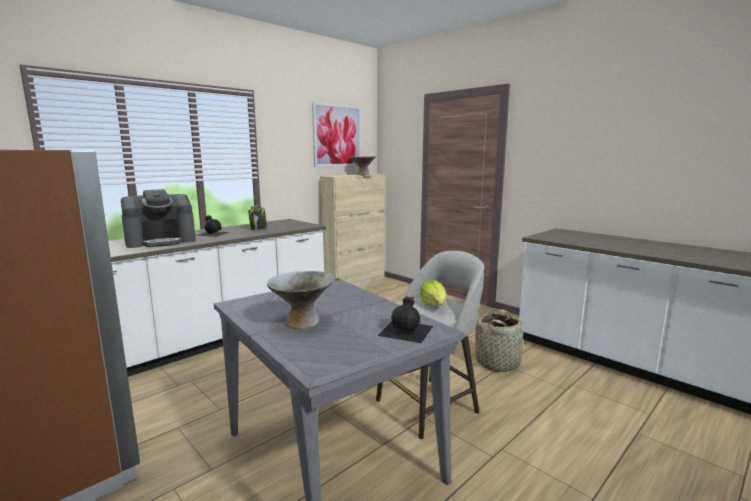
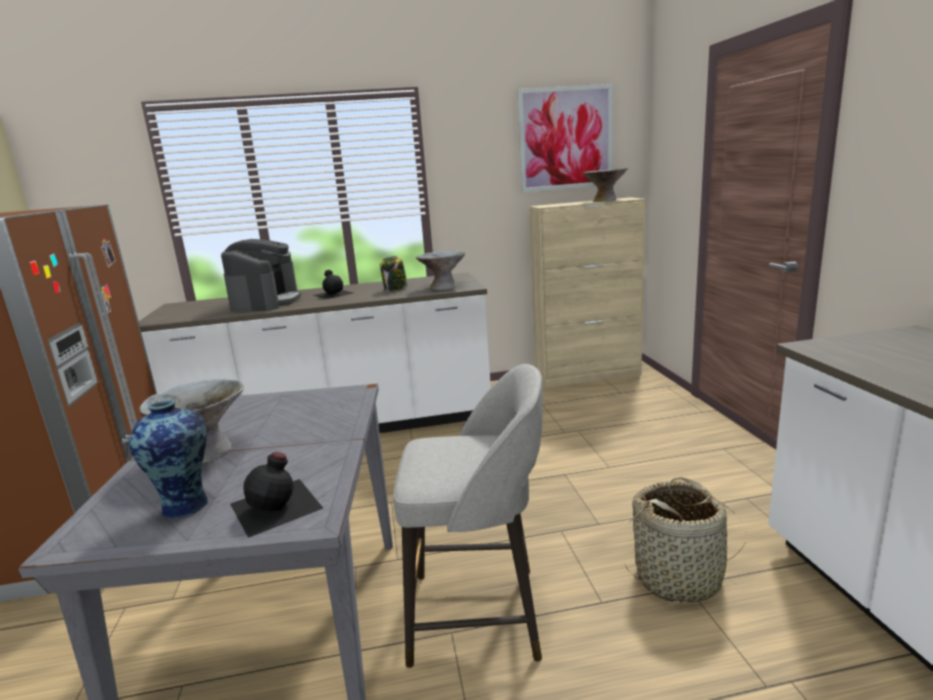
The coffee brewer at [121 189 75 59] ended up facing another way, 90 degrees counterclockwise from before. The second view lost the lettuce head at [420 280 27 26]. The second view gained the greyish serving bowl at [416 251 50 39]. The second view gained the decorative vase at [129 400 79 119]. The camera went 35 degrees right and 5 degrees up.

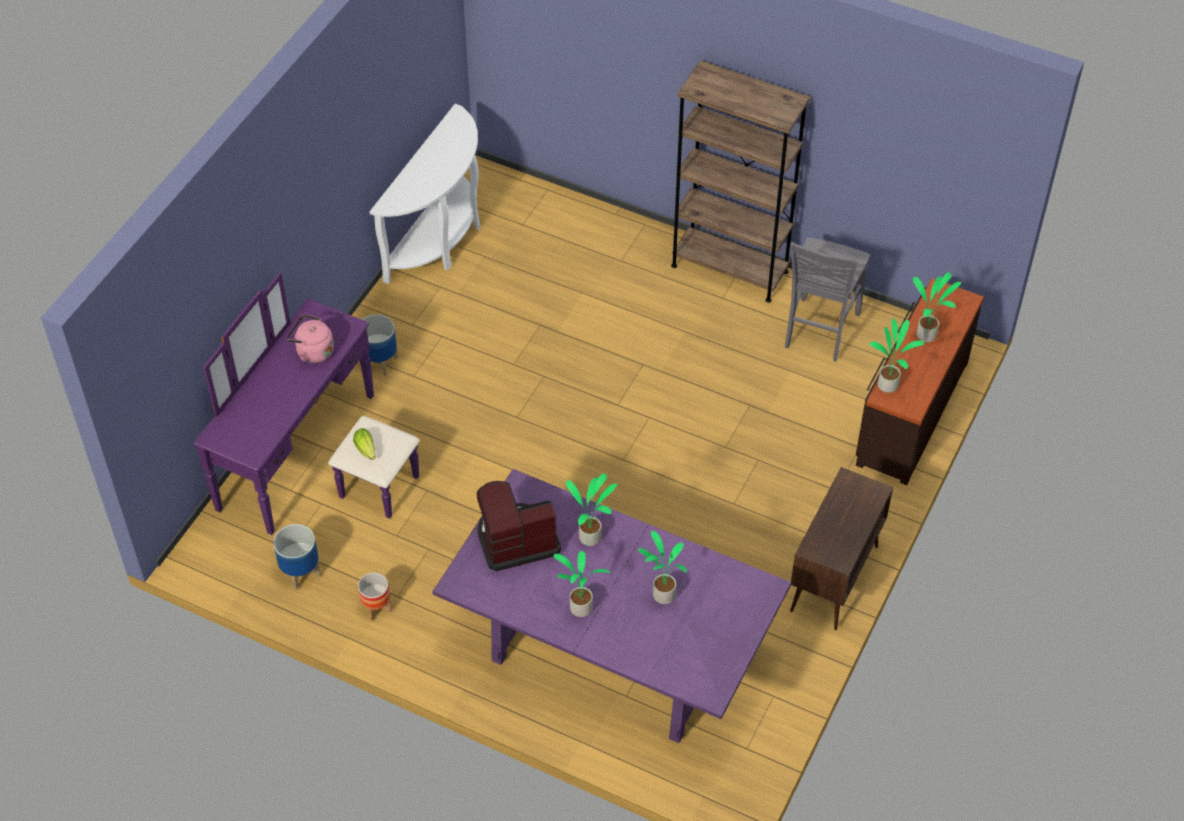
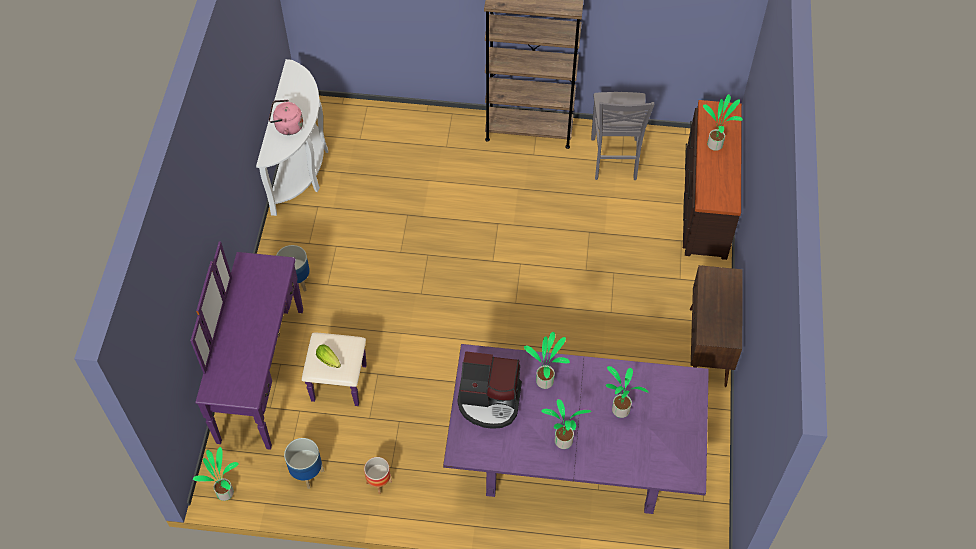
The pink-coloured tea kettle ended up elsewhere, having gone from [286 315 48 48] to [269 100 34 35]. The houseplant ended up elsewhere, having gone from [870 318 55 75] to [193 447 46 54]. The coffee brewer at [477 481 84 91] ended up facing another way, 135 degrees counterclockwise from before. The camera went 20 degrees left and 5 degrees up.

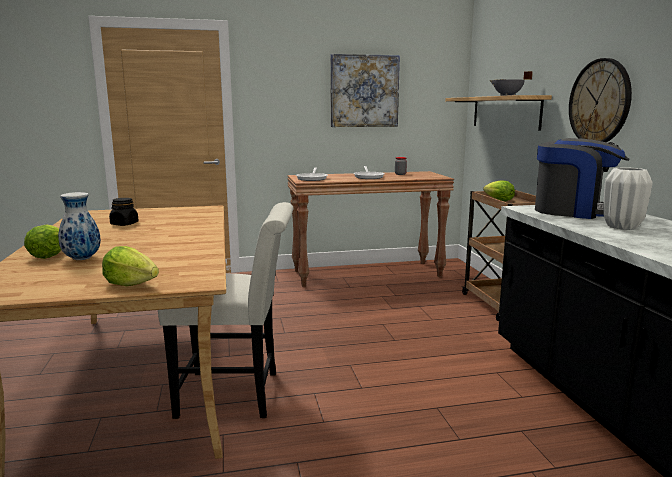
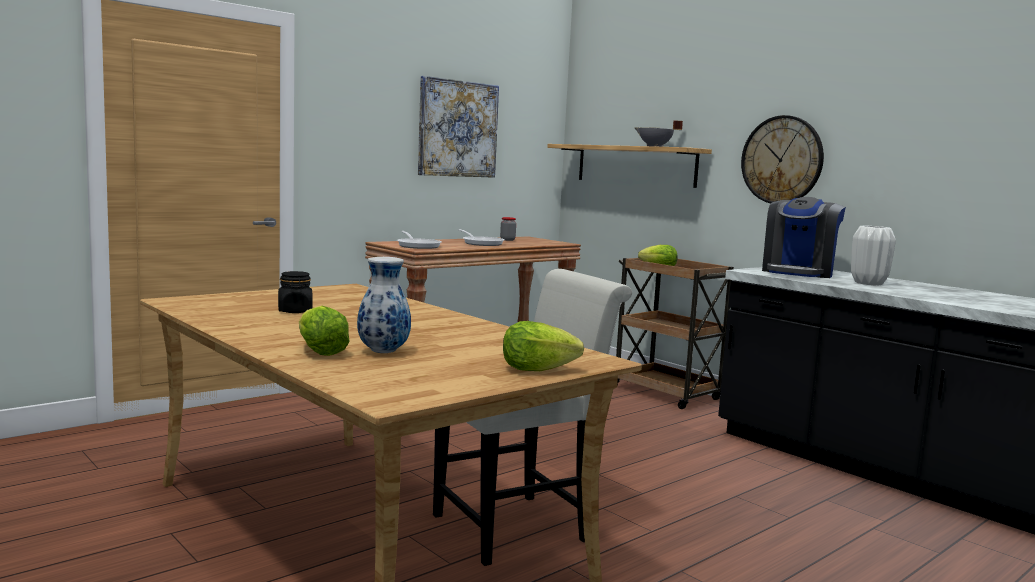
The coffee brewer at [535 138 95 81] ended up facing another way, 120 degrees clockwise from before. The camera went 30 degrees left and 5 degrees down.

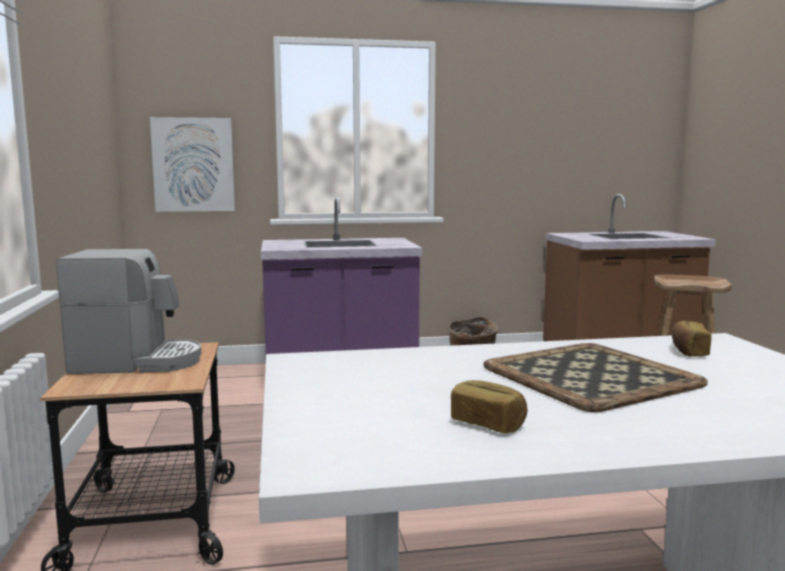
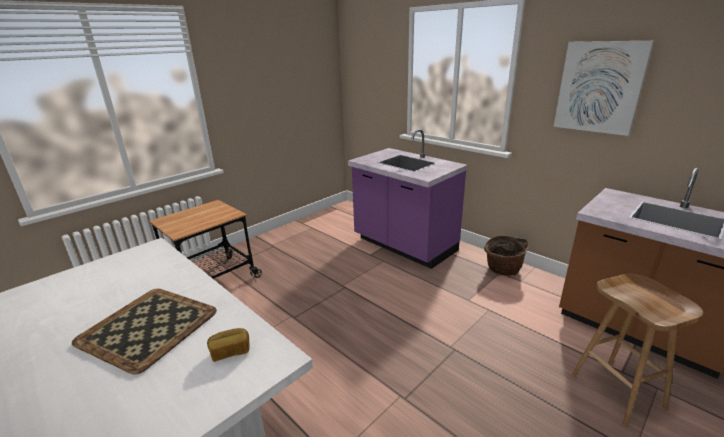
The picture ended up elsewhere, having gone from [150 117 85 95] to [553 41 101 95]. The second view lost the coffee brewer at [56 249 146 125]. The second view lost the baked bread at [451 380 76 53]. The camera went 55 degrees right and 15 degrees up.

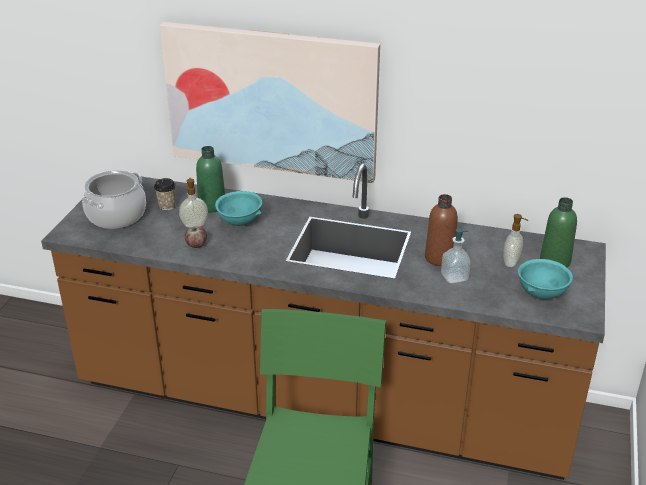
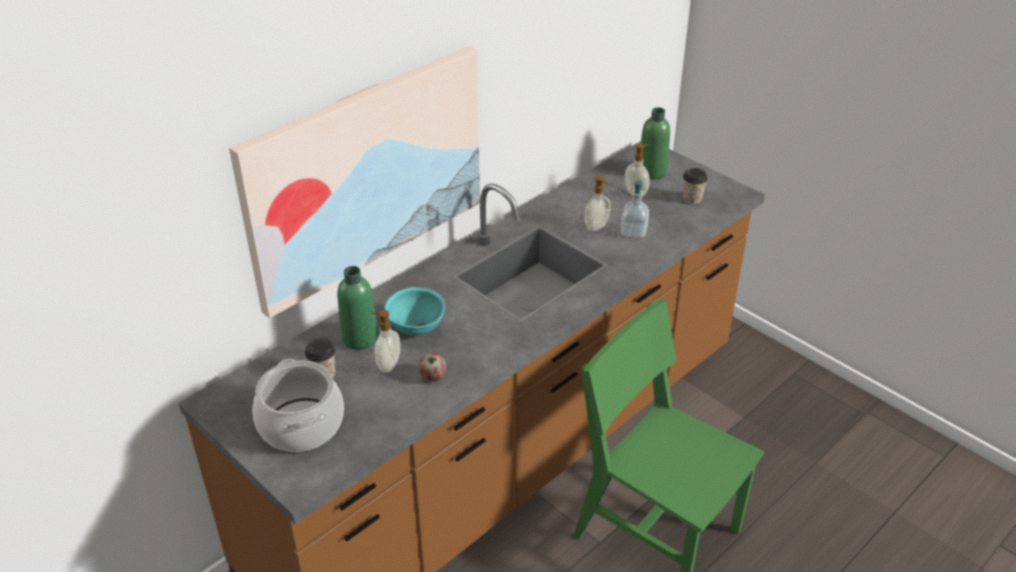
Where the brown-coloured beverage bottle stood at [425 194 33 72], the liquid soap bottle came to stand at [584 176 27 55]. Where the turquoise-coloured serving bowl stood at [518 259 55 40], the small cup came to stand at [683 168 25 36]. The camera went 60 degrees left and 5 degrees up.

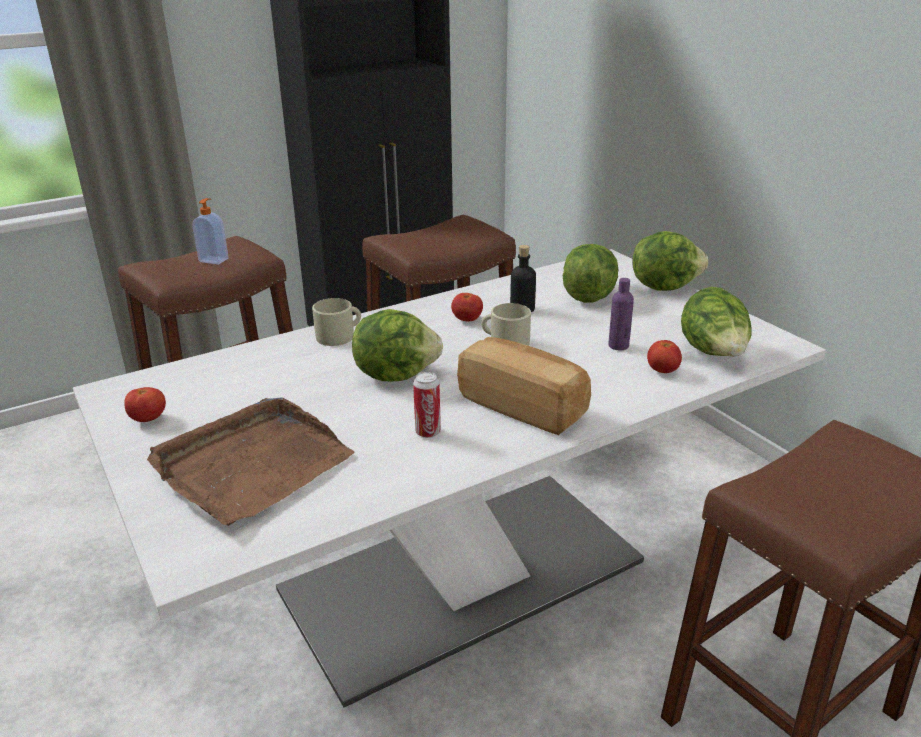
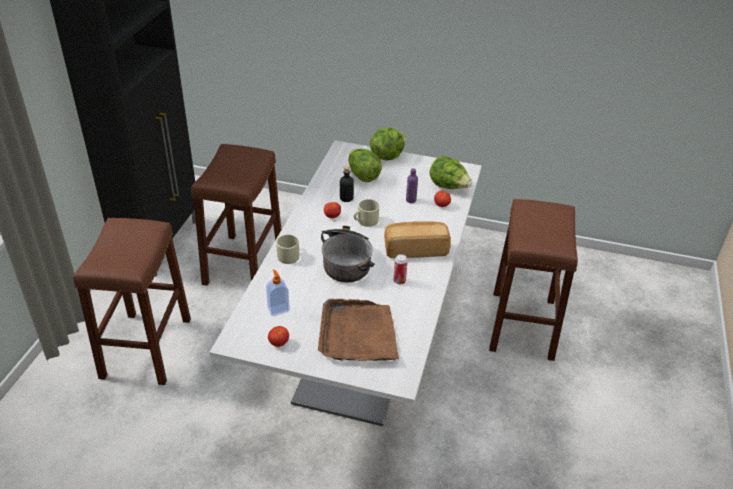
The liquid soap bottle ended up elsewhere, having gone from [192 198 37 67] to [266 270 24 46]. Where the lettuce head stood at [352 309 91 72], the saucepot came to stand at [321 226 54 56]. The camera went 45 degrees left and 10 degrees up.

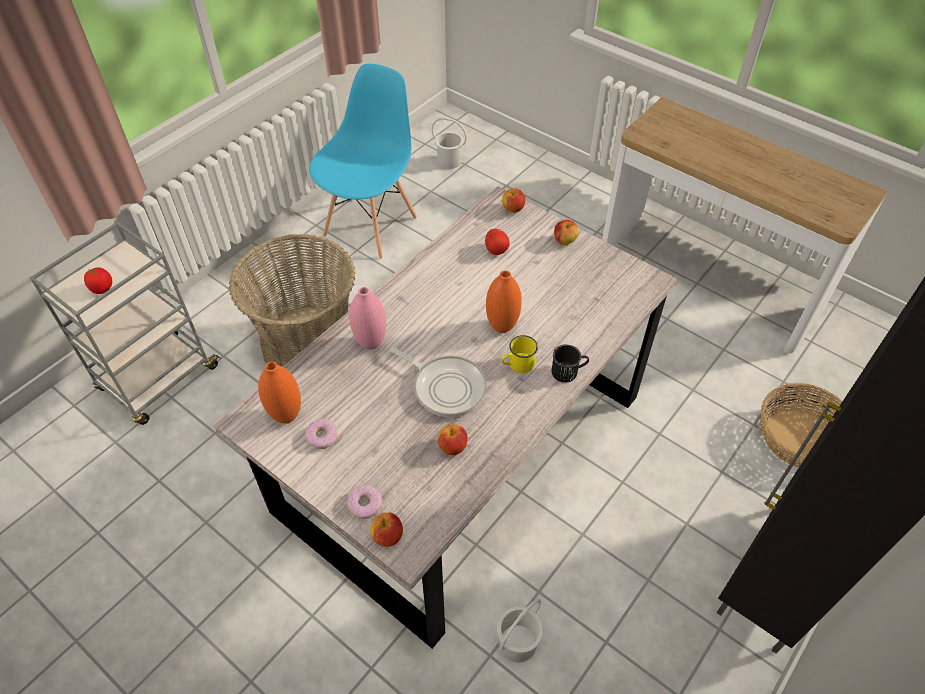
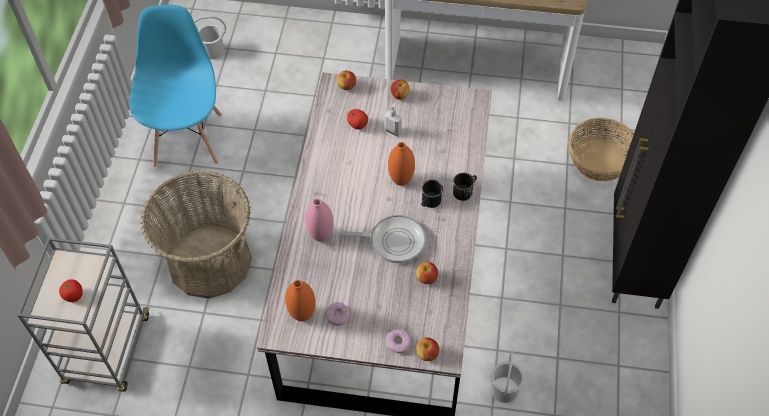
What was the yellowish coffee mug at [502 335 36 38] turned into the blackish coffee mug at [422 180 21 28]. The second view gained the liquid soap bottle at [384 102 18 34]. The camera went 30 degrees left and 5 degrees up.

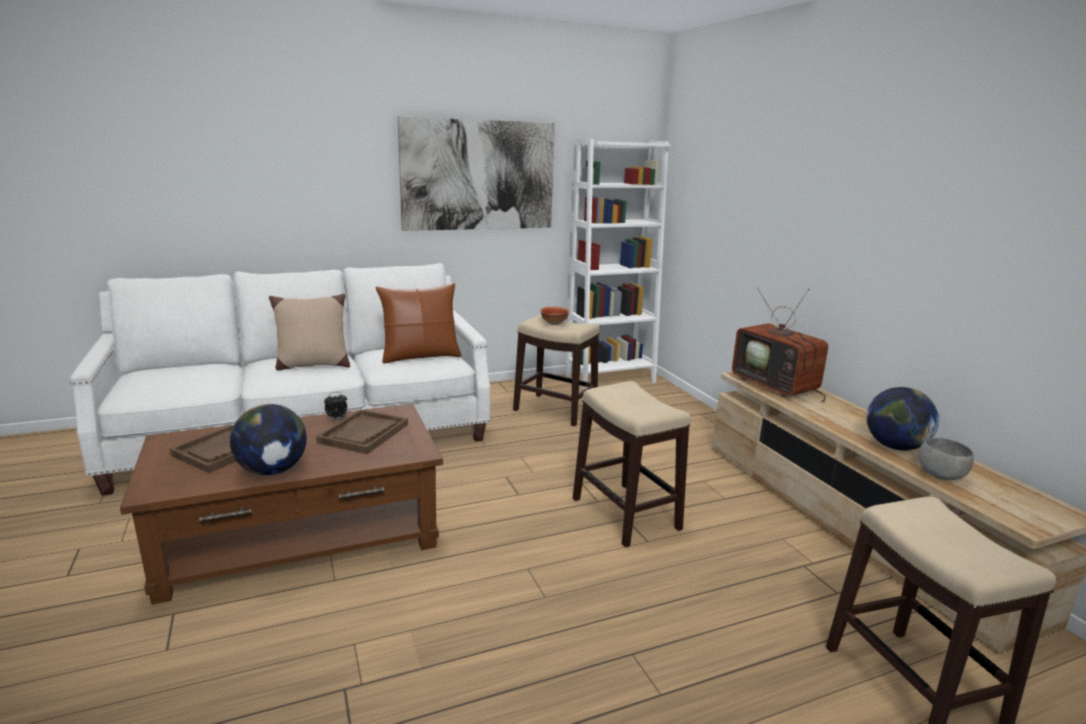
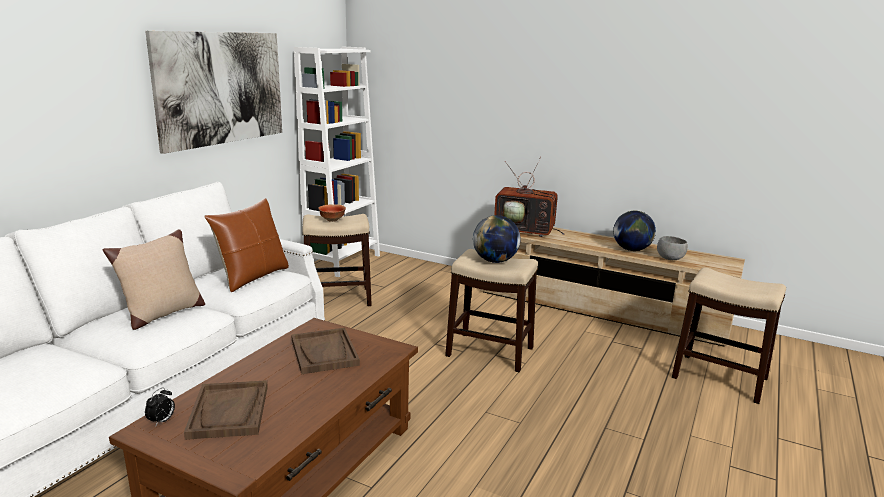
The bedside clock ended up elsewhere, having gone from [324 392 23 28] to [145 387 30 39]. The globe ended up elsewhere, having gone from [230 404 77 71] to [473 215 47 48]. The camera went 40 degrees left and 0 degrees up.

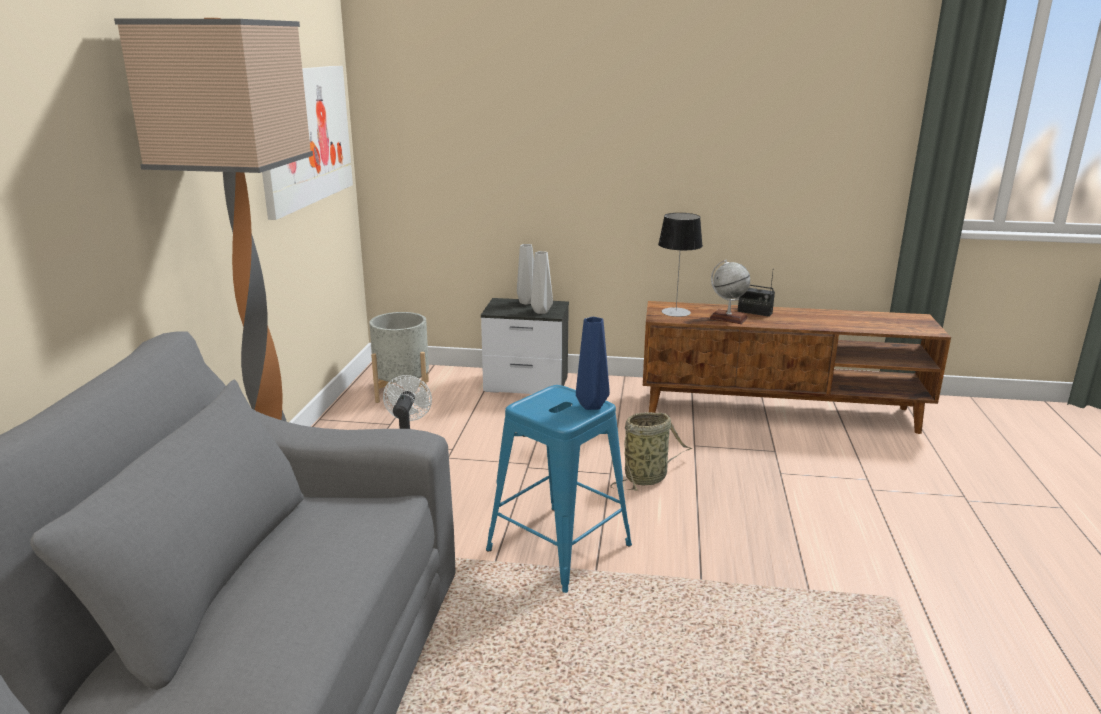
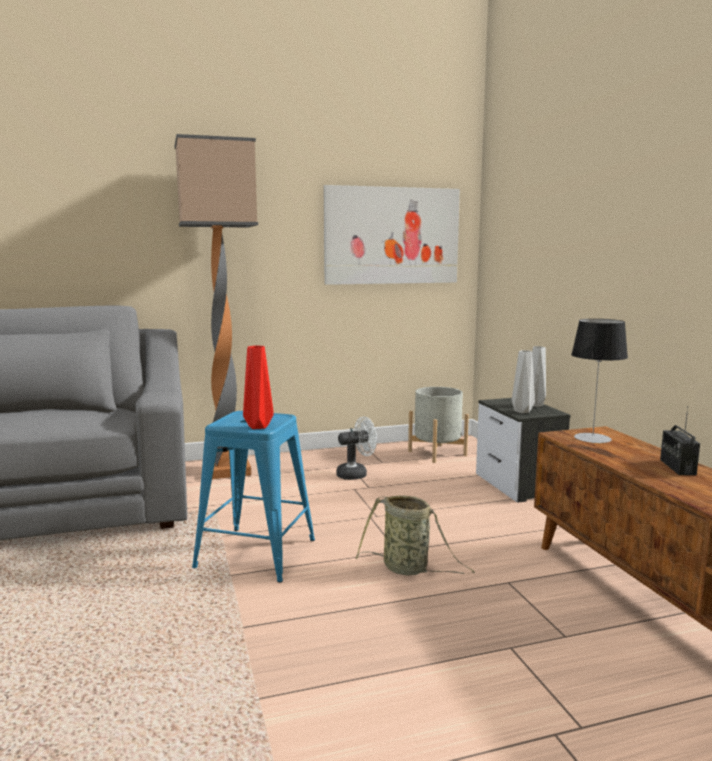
The second view lost the globe at [709 260 41 64]. What was the bluish decorative vase at [576 317 34 93] turned into the red decorative vase at [243 345 31 84]. The camera went 65 degrees right and 10 degrees down.

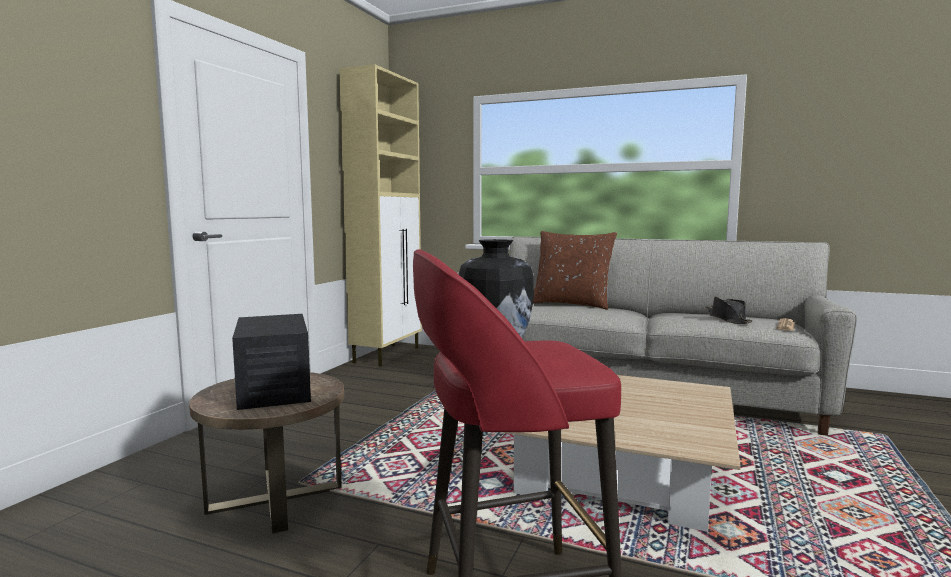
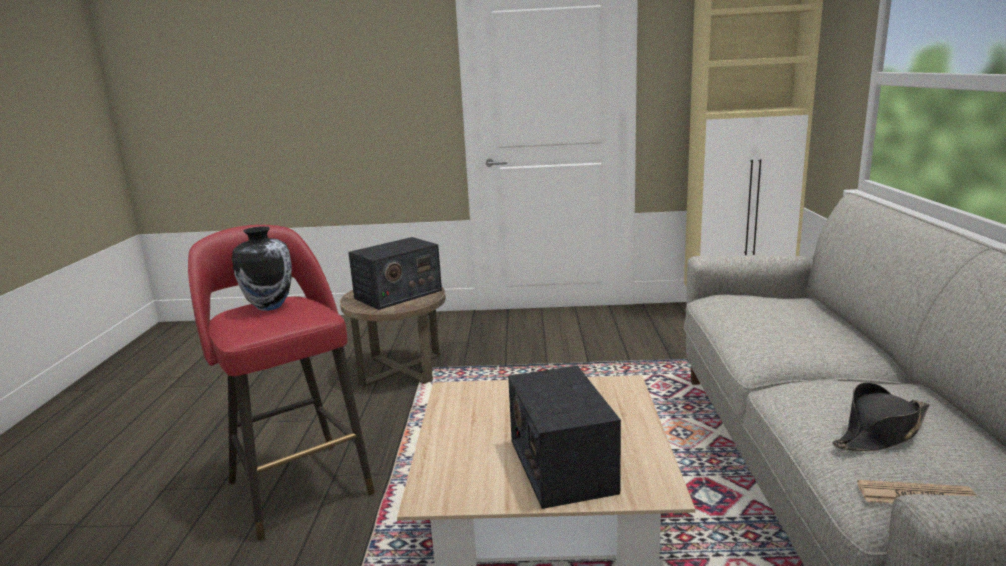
The second view lost the brown-coloured pillow at [533 231 84 79]. The second view gained the radio at [508 366 113 143]. The camera went 70 degrees right and 10 degrees up.

